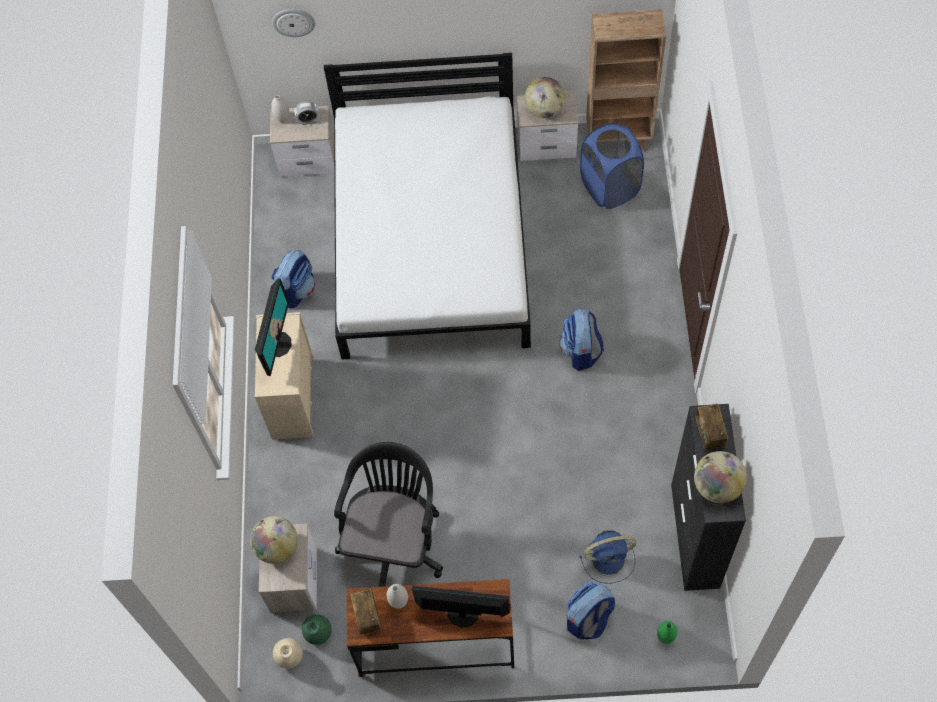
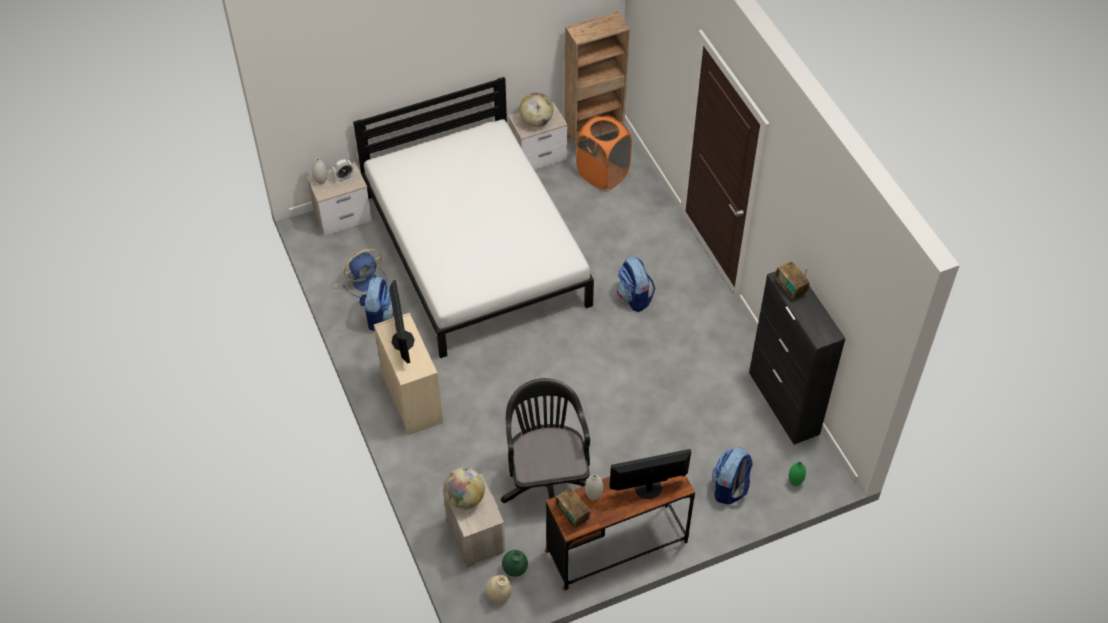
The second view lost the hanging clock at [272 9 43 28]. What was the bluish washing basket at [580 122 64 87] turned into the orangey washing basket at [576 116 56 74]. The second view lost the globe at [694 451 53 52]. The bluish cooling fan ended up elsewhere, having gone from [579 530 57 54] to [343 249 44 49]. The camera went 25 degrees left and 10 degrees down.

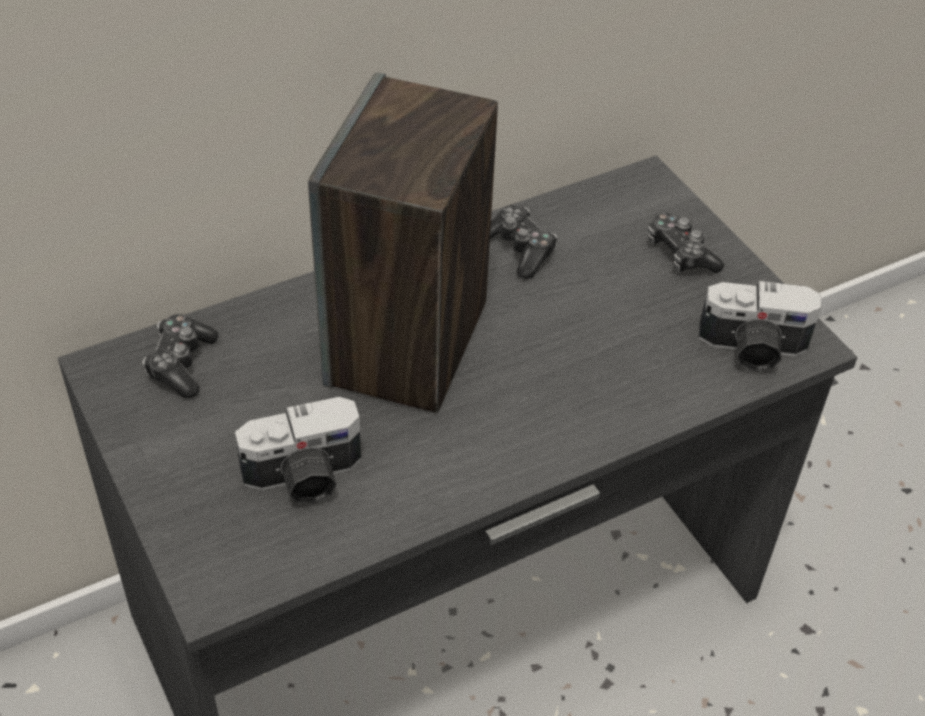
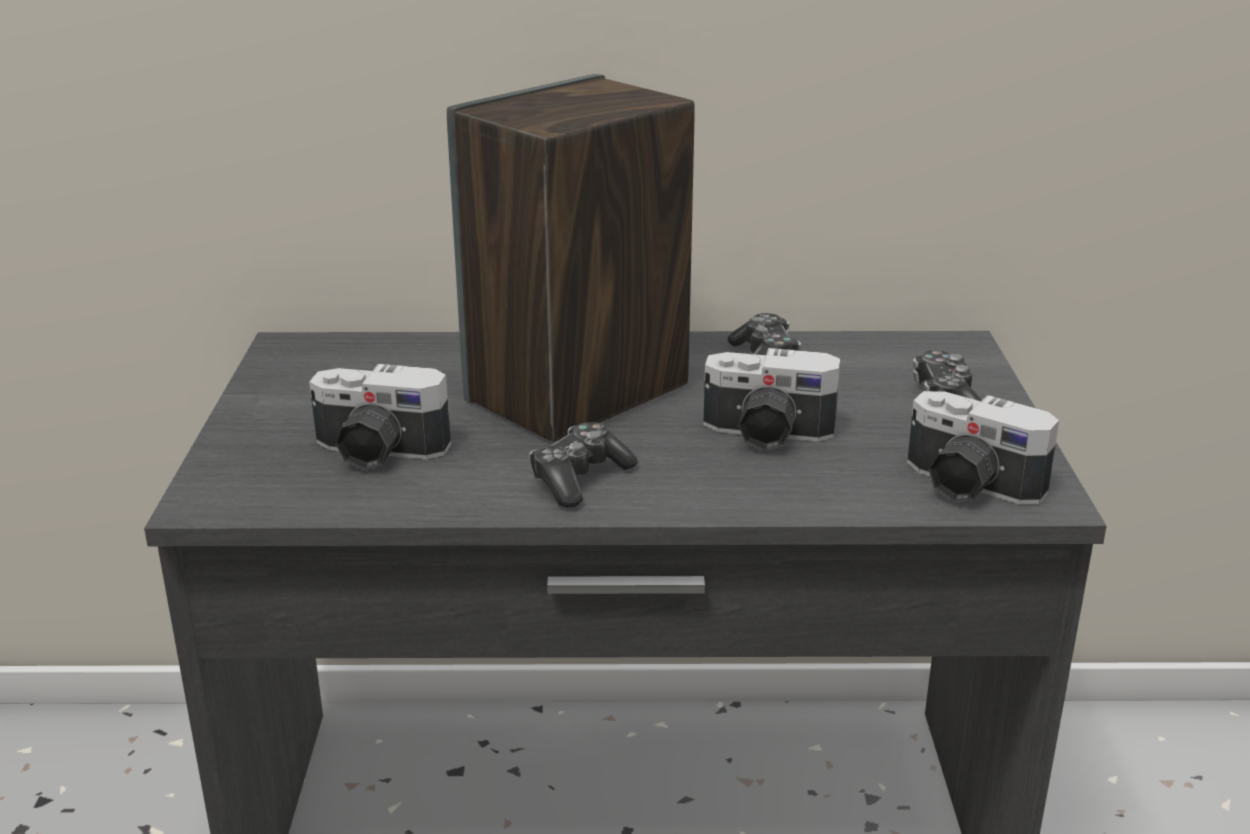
The gamepad ended up elsewhere, having gone from [143 314 75 84] to [529 422 109 86]. The second view gained the still camera at [703 348 137 103]. The camera went 30 degrees right and 20 degrees down.

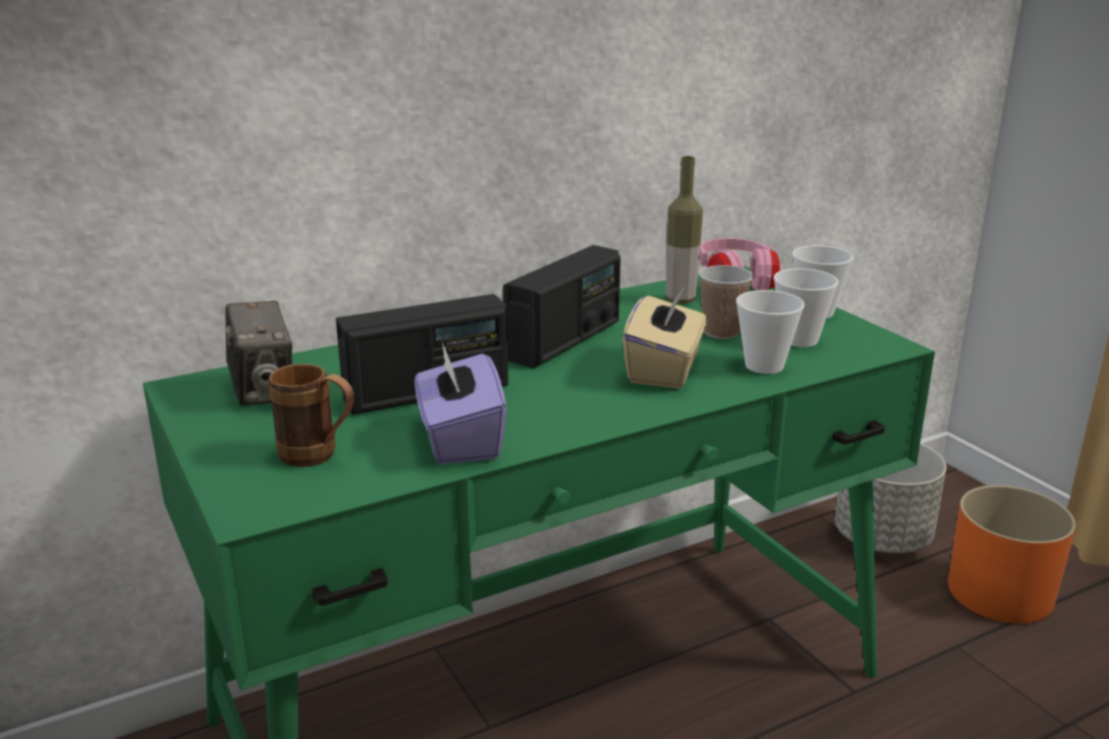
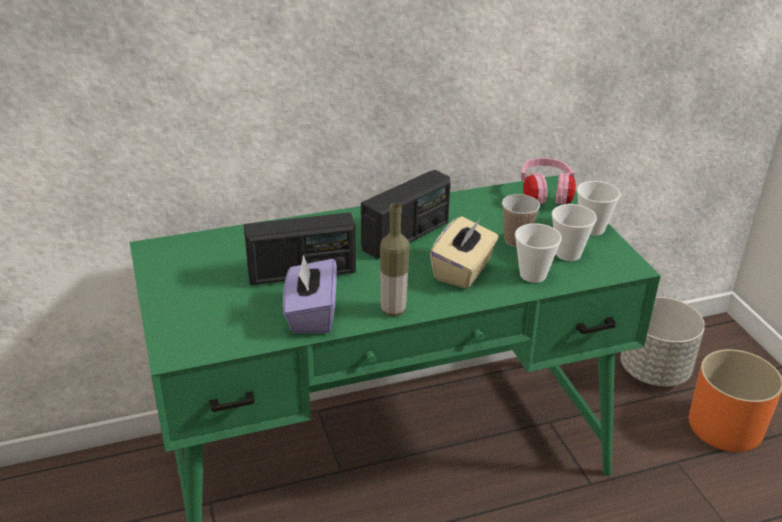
The beverage bottle ended up elsewhere, having gone from [666 156 37 148] to [380 203 30 113]. The second view lost the still camera at [226 301 66 105]. The second view lost the brown-coloured coffee mug at [269 364 85 103]. The camera went 10 degrees right and 10 degrees up.

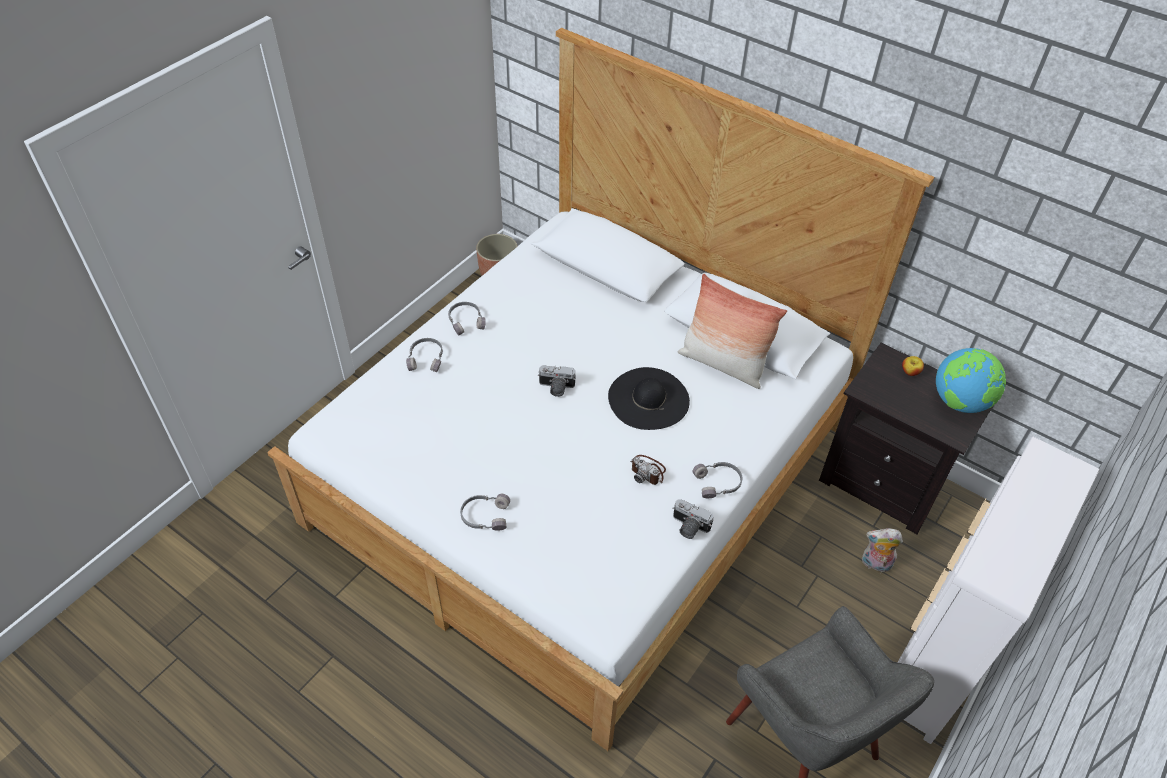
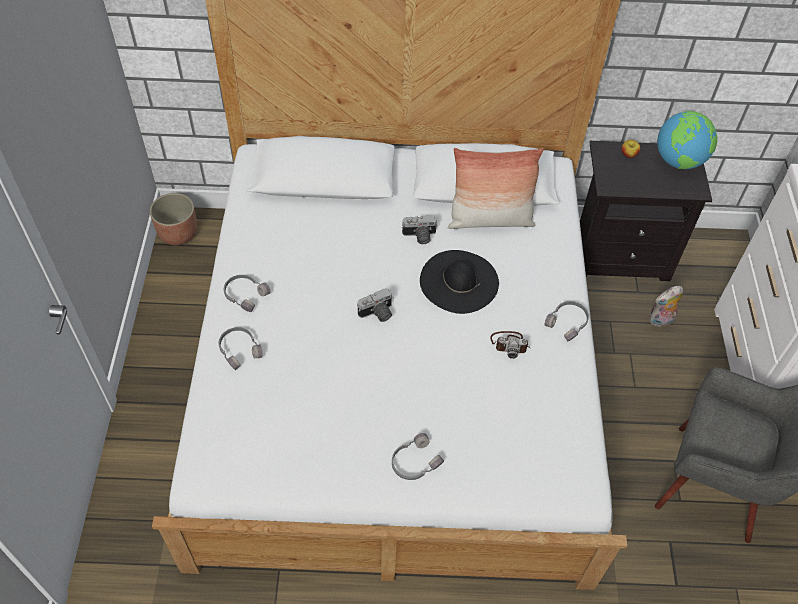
The still camera ended up elsewhere, having gone from [672 499 42 40] to [402 215 36 29]. The camera went 35 degrees left and 5 degrees up.

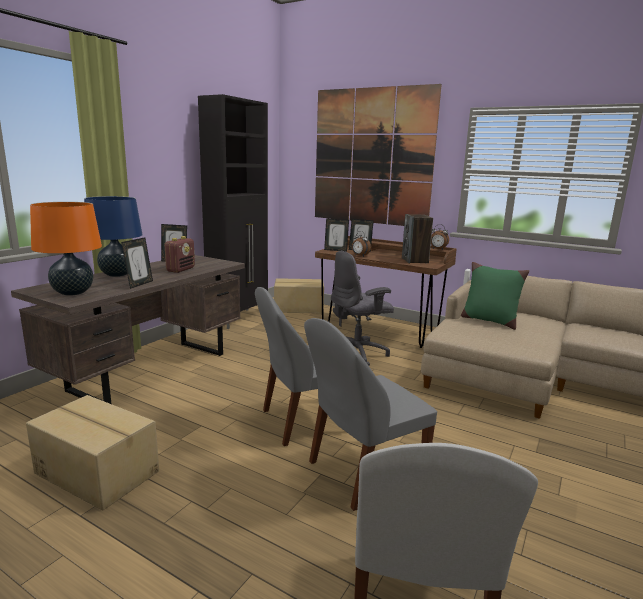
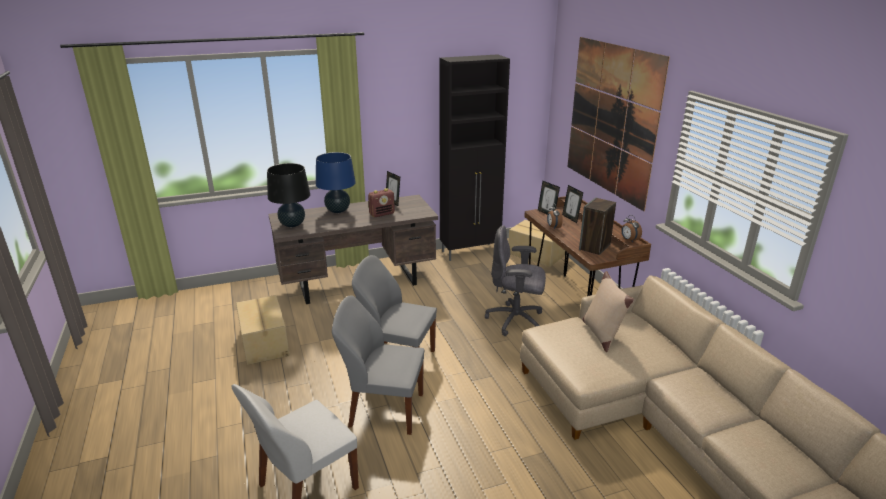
What was the orangey lamp for a table at [30 202 72 94] turned into the blackish lamp for a table at [267 163 43 64]. The second view lost the photo frame at [121 237 32 52]. What was the green pillow at [461 262 68 68] turned into the beige-coloured pillow at [582 271 52 81]. The camera went 40 degrees right and 10 degrees up.

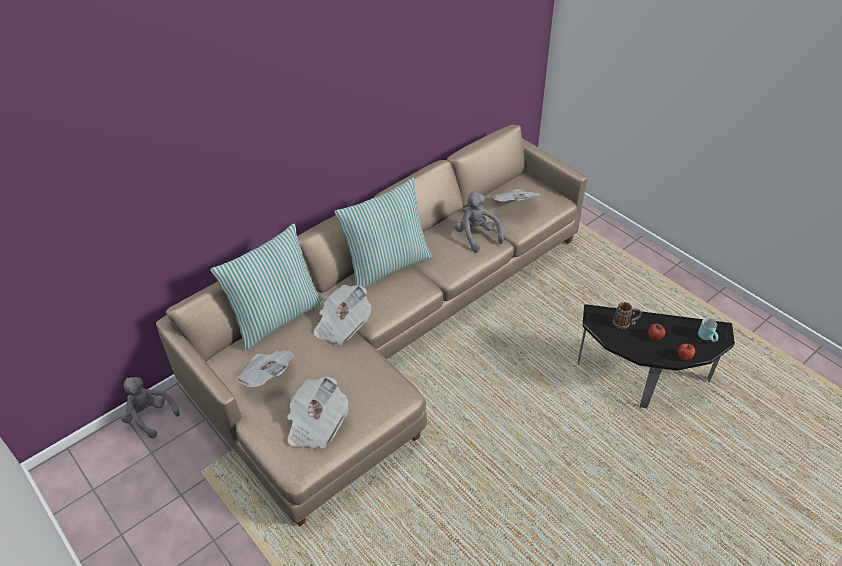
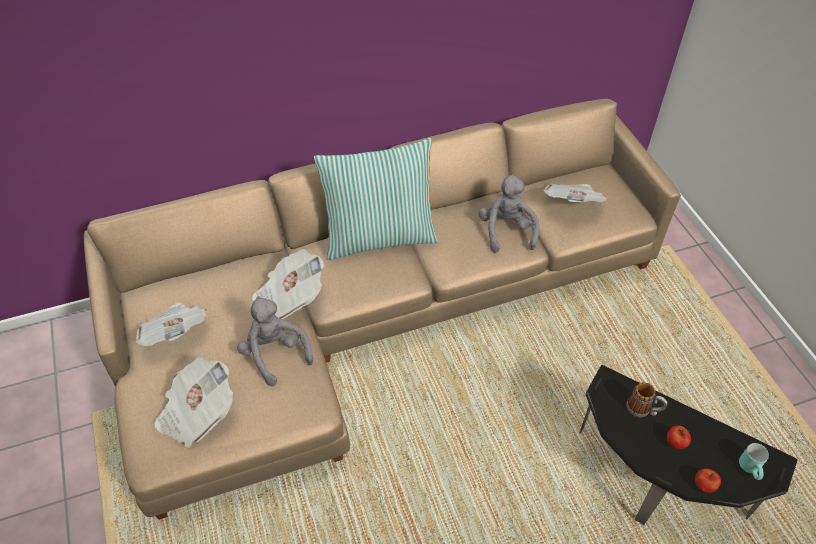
The second view lost the pillow at [210 224 114 126]. The greyish soft toy ended up elsewhere, having gone from [120 377 60 61] to [237 296 76 91]. The camera went 20 degrees right and 5 degrees up.

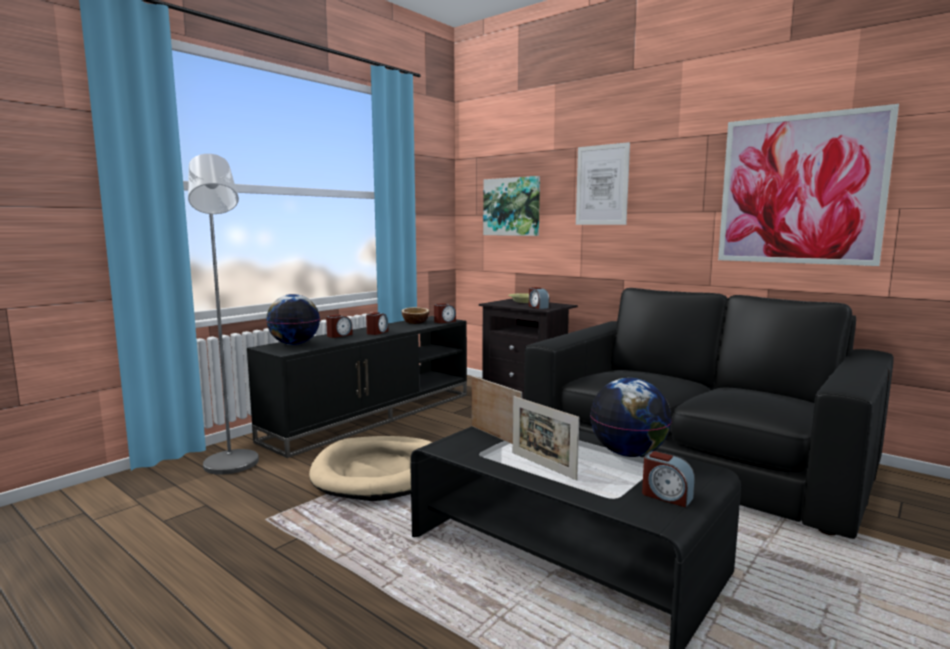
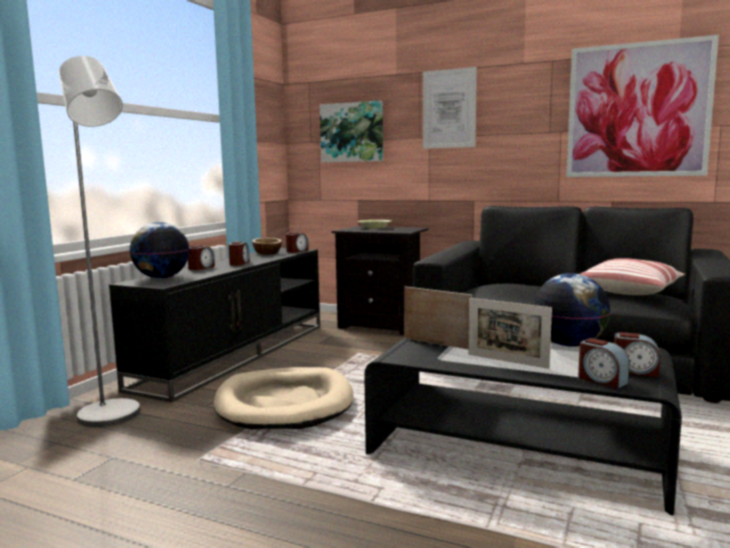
The bedside clock ended up elsewhere, having gone from [529 287 20 22] to [578 338 52 51]. The second view gained the pillow at [580 258 105 37]. The camera went 15 degrees left and 0 degrees up.

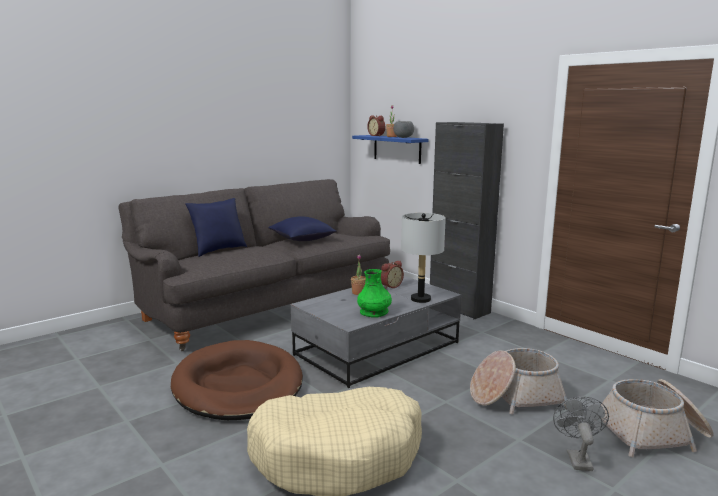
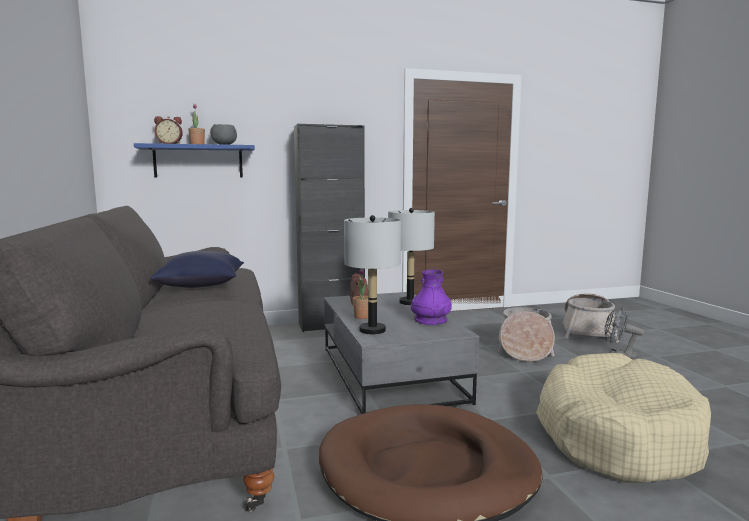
The second view lost the bluish pillow at [185 198 62 59]. What was the green decorative vase at [357 269 35 49] turned into the purple-coloured decorative vase at [411 269 41 56]. The second view gained the greyish lamp for a table at [344 215 57 119]. The camera went 65 degrees left and 5 degrees down.

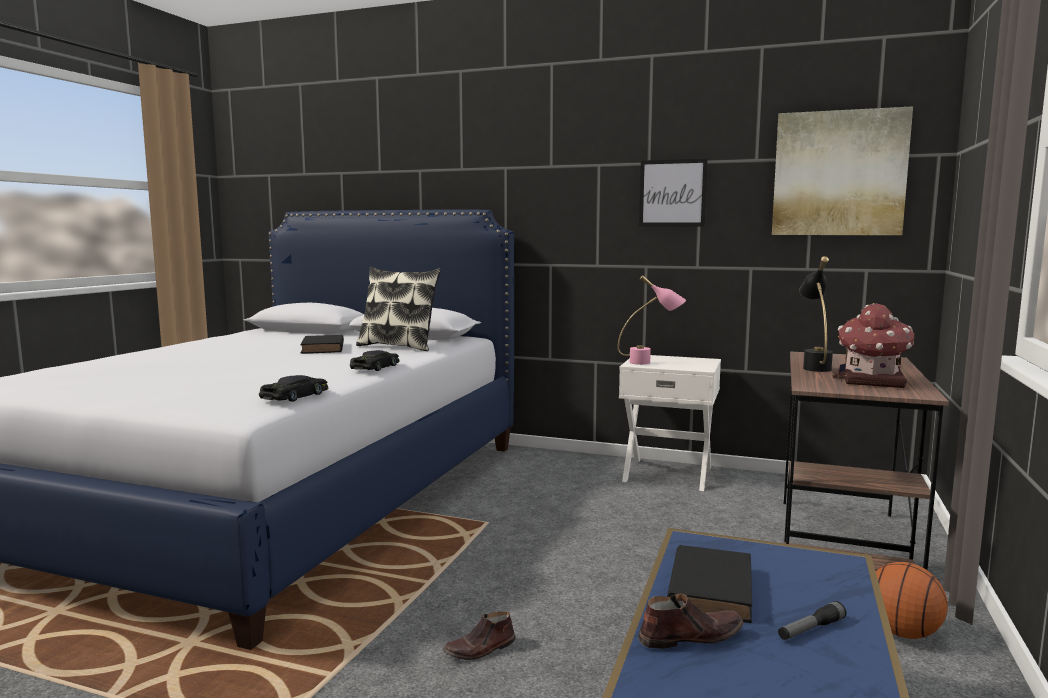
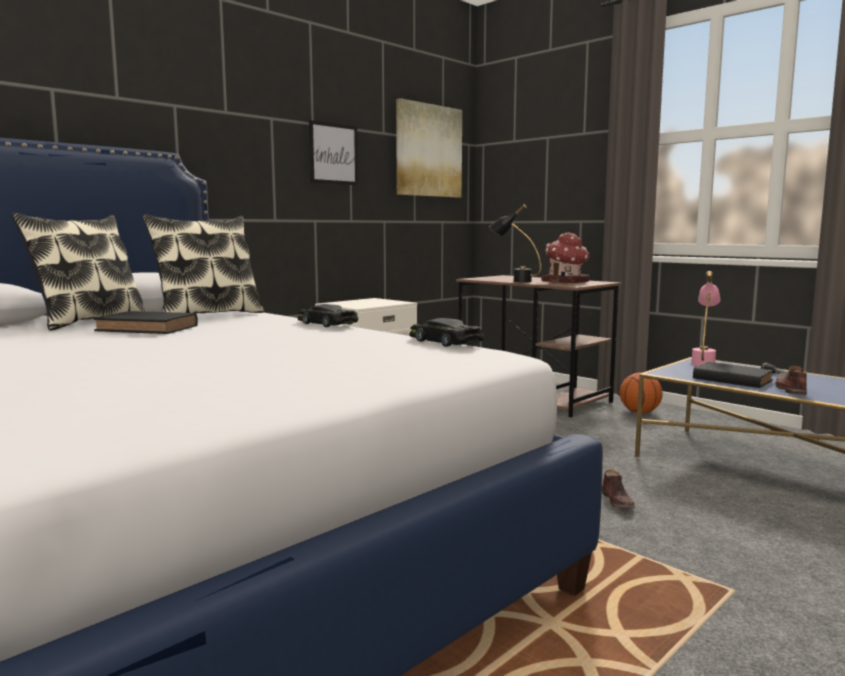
The pink-coloured lamp for a table ended up elsewhere, having gone from [617 275 69 90] to [691 271 30 95]. The second view gained the pillow at [11 213 136 117]. The camera went 65 degrees left and 0 degrees up.

